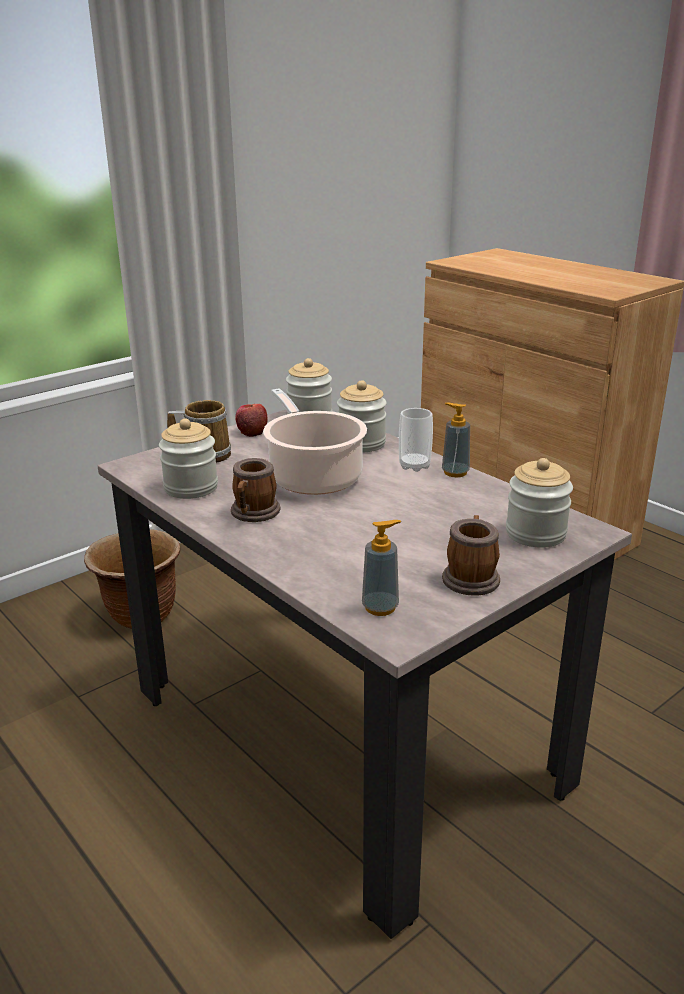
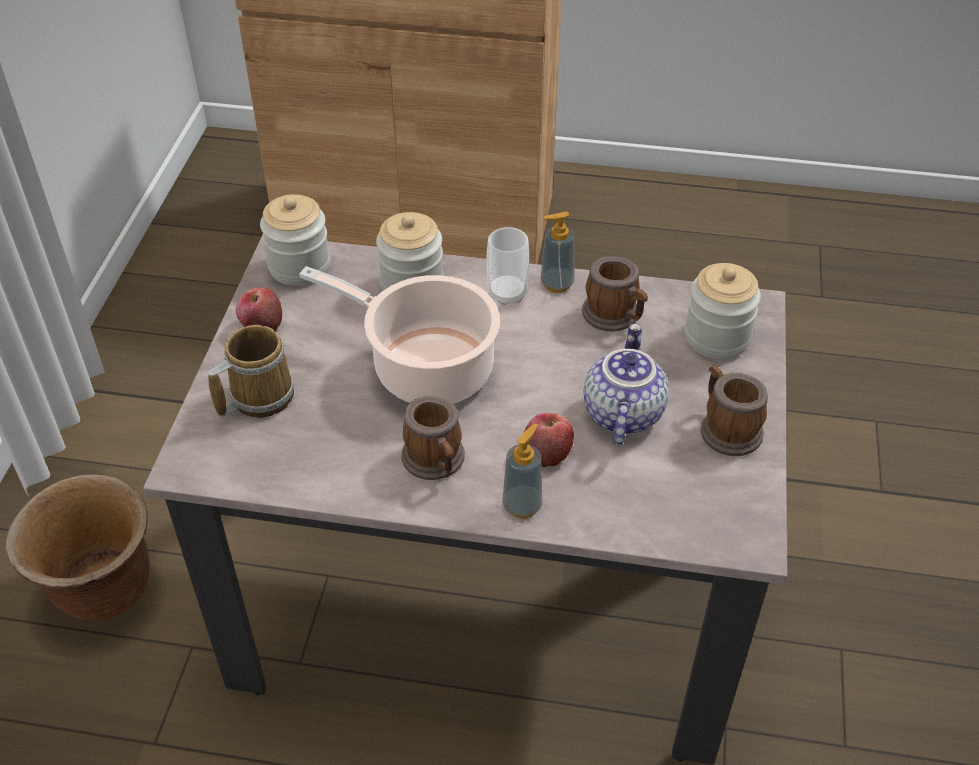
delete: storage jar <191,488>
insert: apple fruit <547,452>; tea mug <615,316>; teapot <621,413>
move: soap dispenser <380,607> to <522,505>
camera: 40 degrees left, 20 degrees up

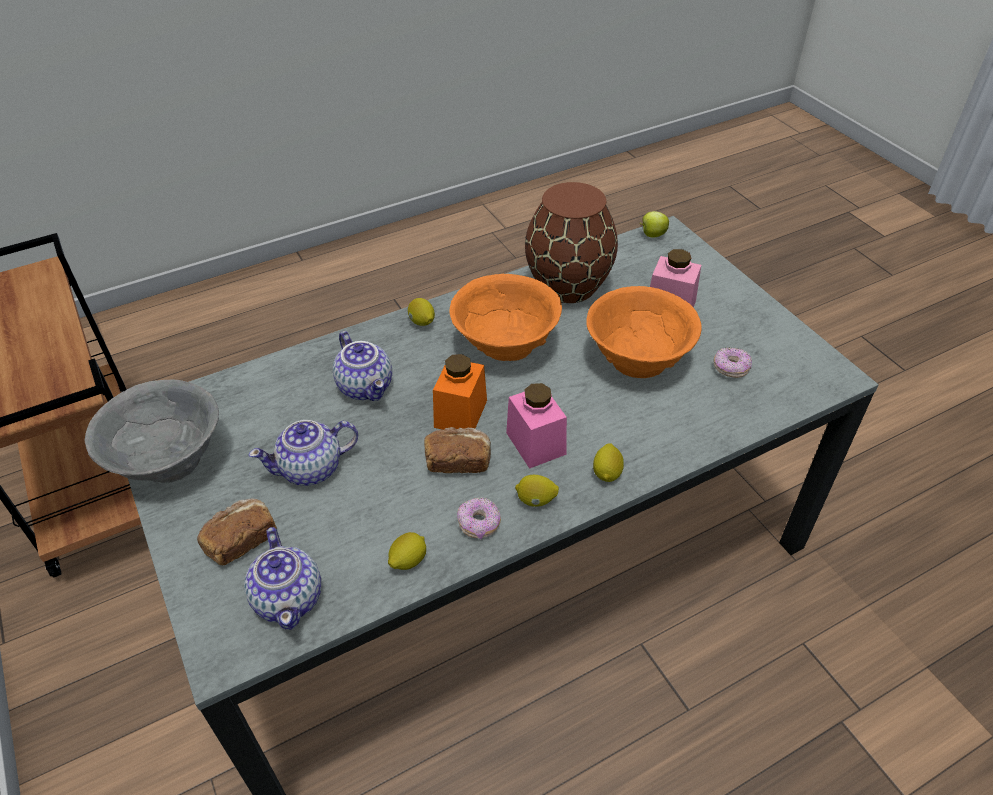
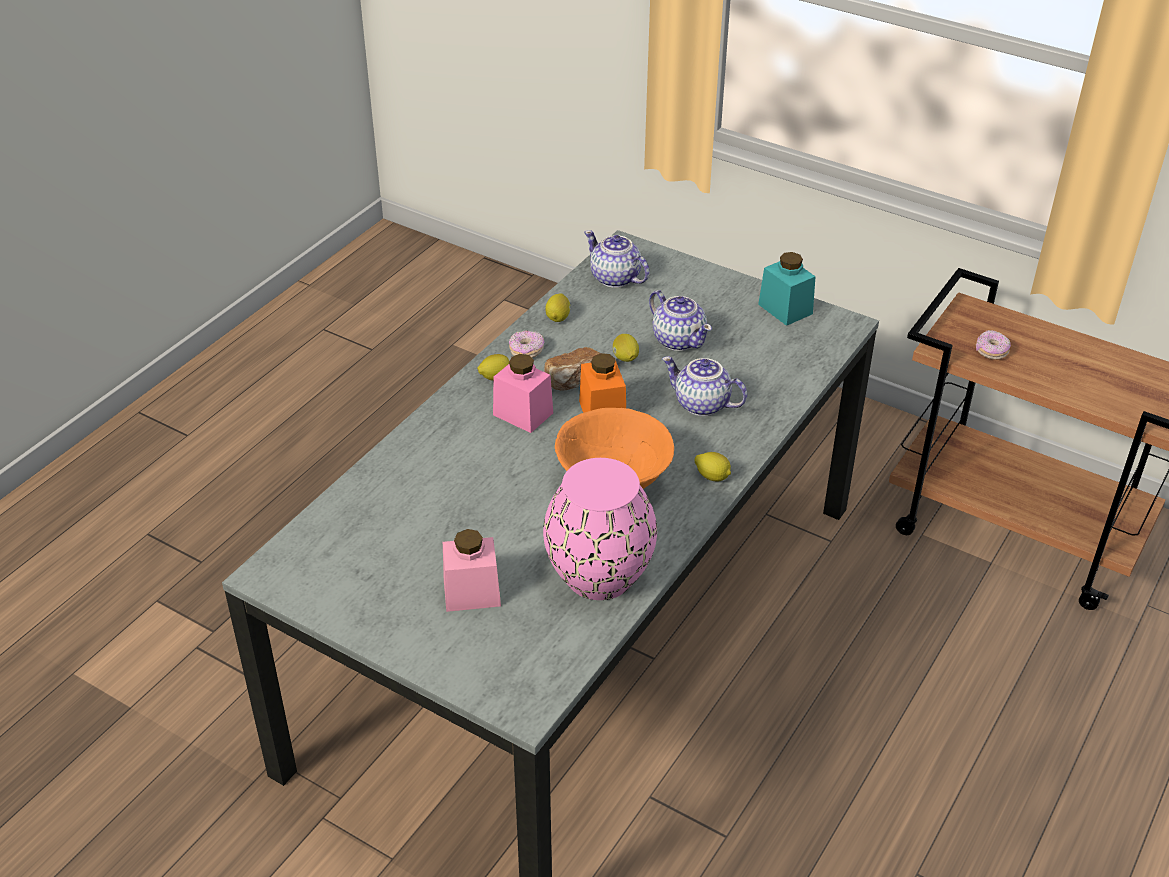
delete: bread <240,540>; deep dish (orangey) <637,359>; apple fruit <652,235>
move: whole lemon <607,473> to <625,358>; doughnut <730,369> to <991,351>
replace: deep dish (gray) <169,461> to storage jar (turquoise) <785,309>
recolor: flower vase (brown) <569,285> to flower vase (pink-coloured) <598,576>
rotate: teapot <312,468> = <678,339> 105 degrees clockwise
camera: 150 degrees right, 5 degrees down

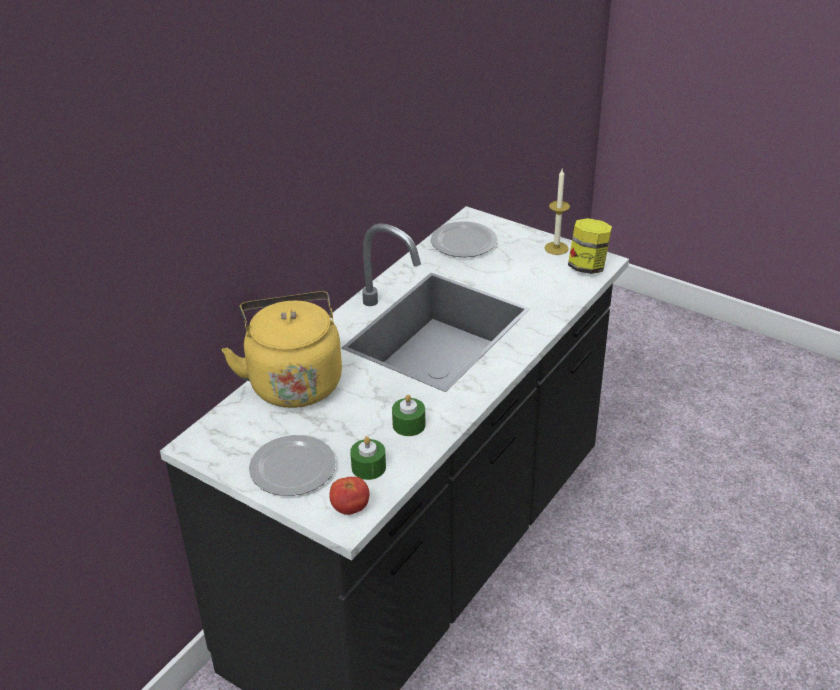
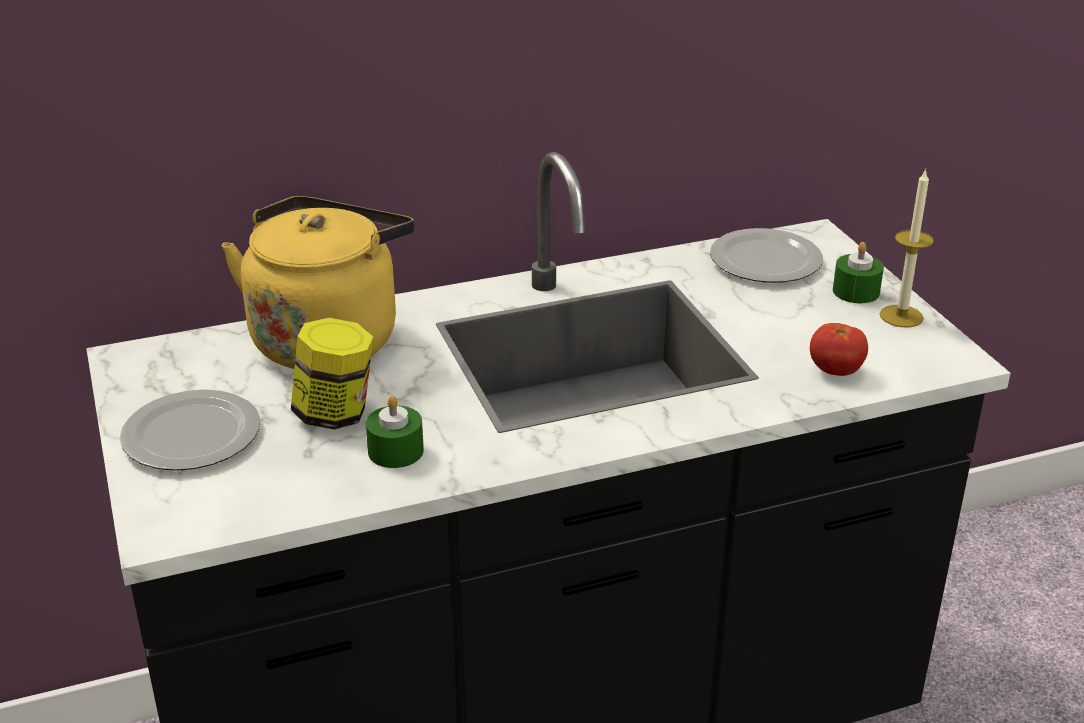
move: tomato <350,508> to <835,371>; wax candle (greenish) <368,467> to <856,291>; storage jar <587,267> to <335,414>
camera: 35 degrees right, 5 degrees down

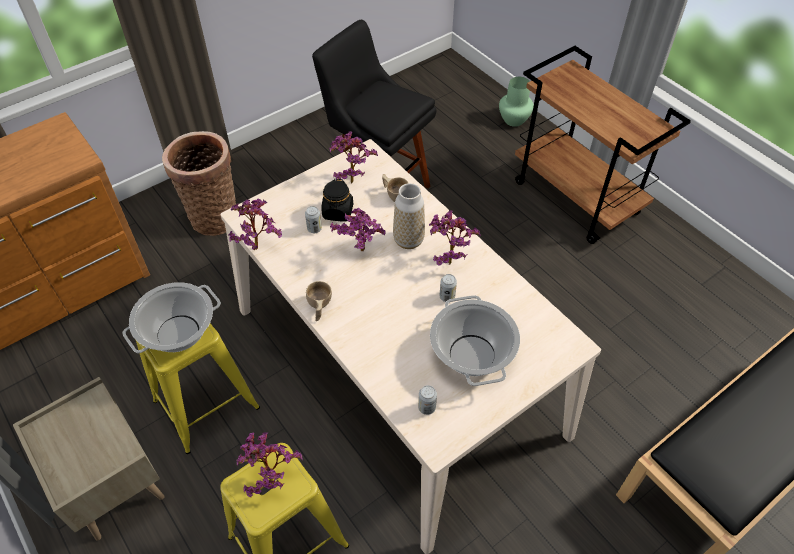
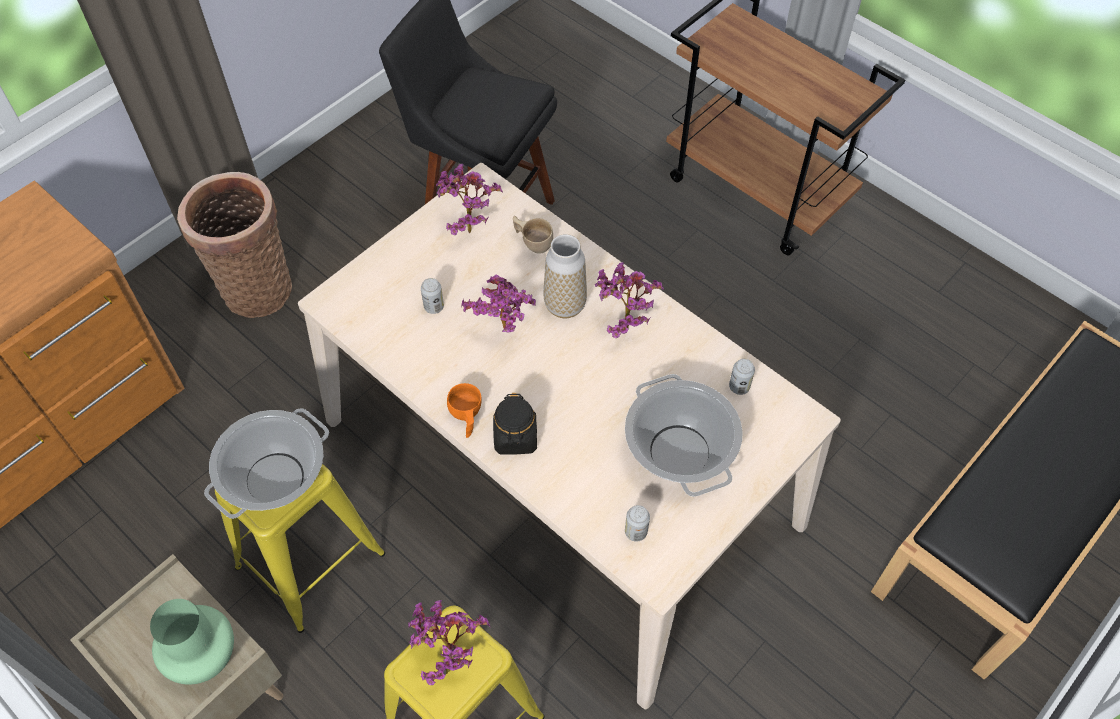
delete: potted plant <258,246>
move: storage jar (black) <338,212> to <515,437>; sealed can <447,297> to <739,387>; flower vase (greenish) <514,119> to <204,655>
recolor: drinking cup (beige-coloured) <319,307> to drinking cup (orangey) <466,418>
camera: 10 degrees left, 5 degrees up

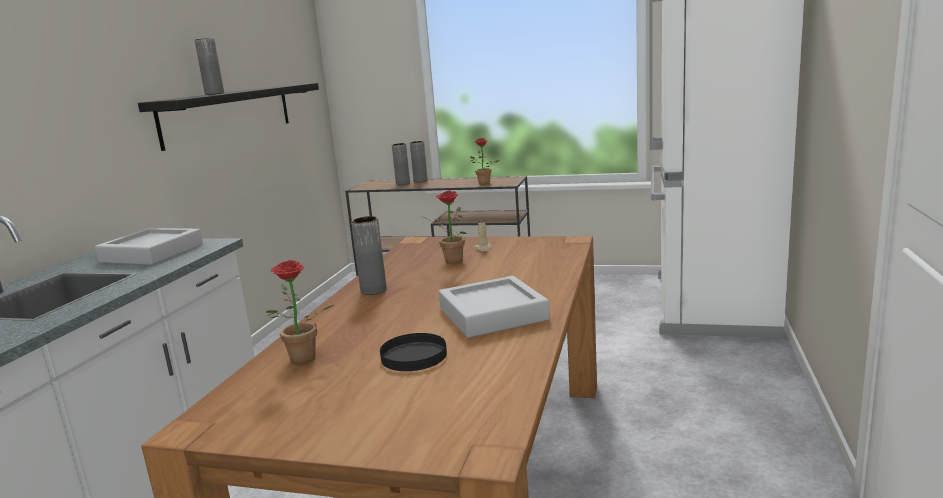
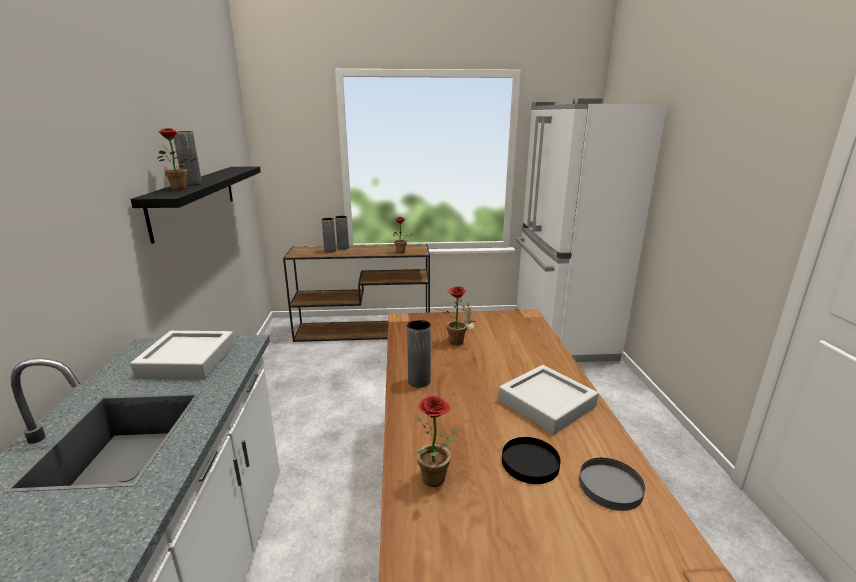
insert: potted plant <179,189>; plate (gray) <610,486>
camera: 20 degrees left, 5 degrees up

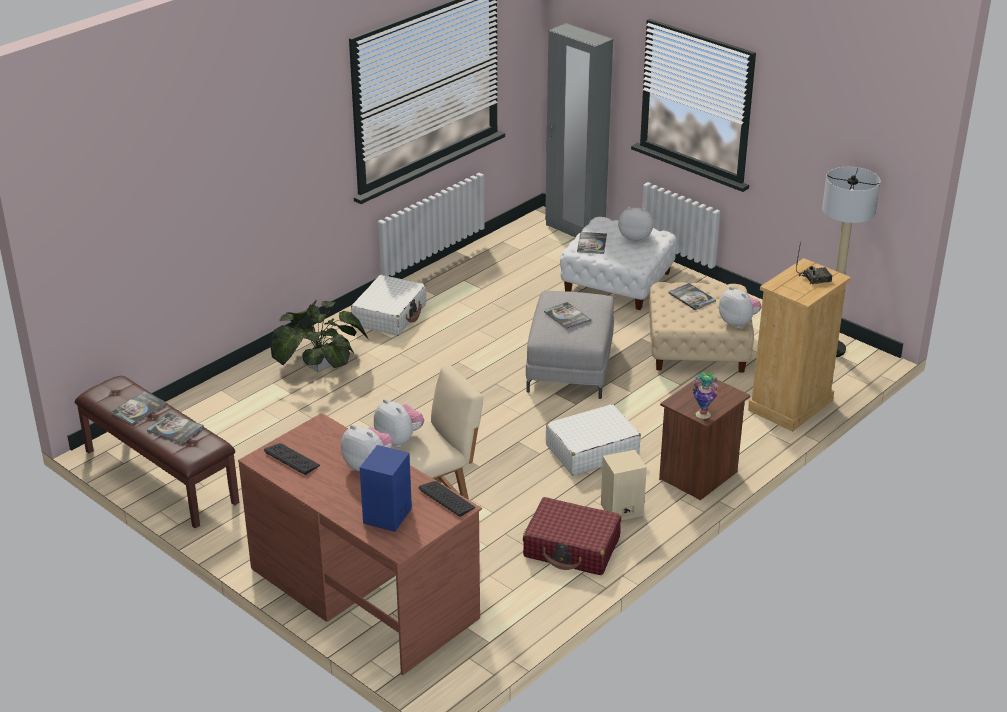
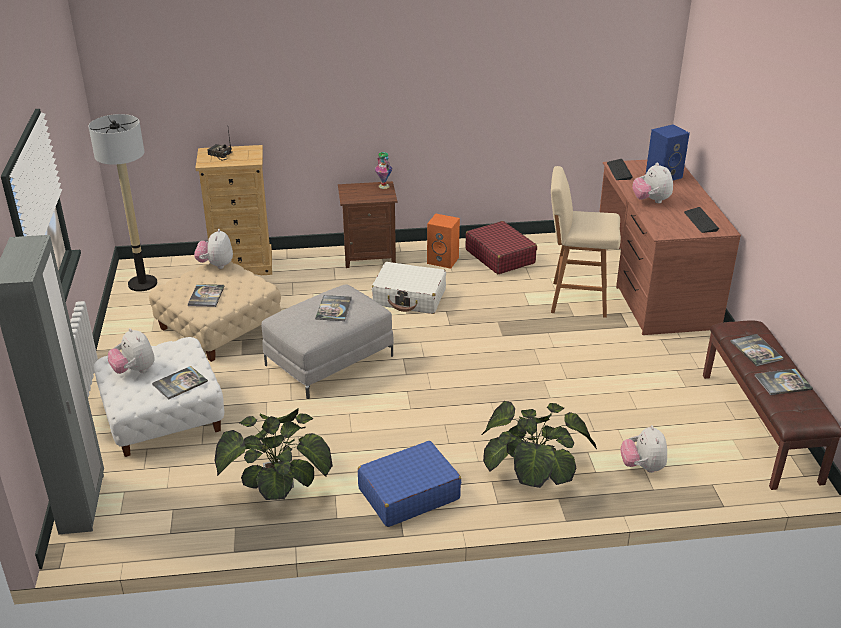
insert: potted plant <279,481>
move: soft toy <399,440> to <642,467>
recolor: suitcase (white) <390,315> to suitcase (bluish) <408,494>; audio speaker (beige-coloured) <621,510> to audio speaker (orangey) <444,260>
camera: 140 degrees left, 0 degrees up

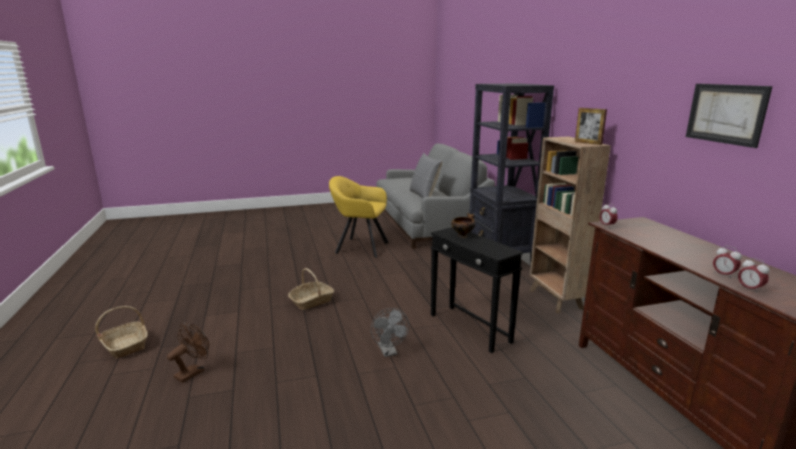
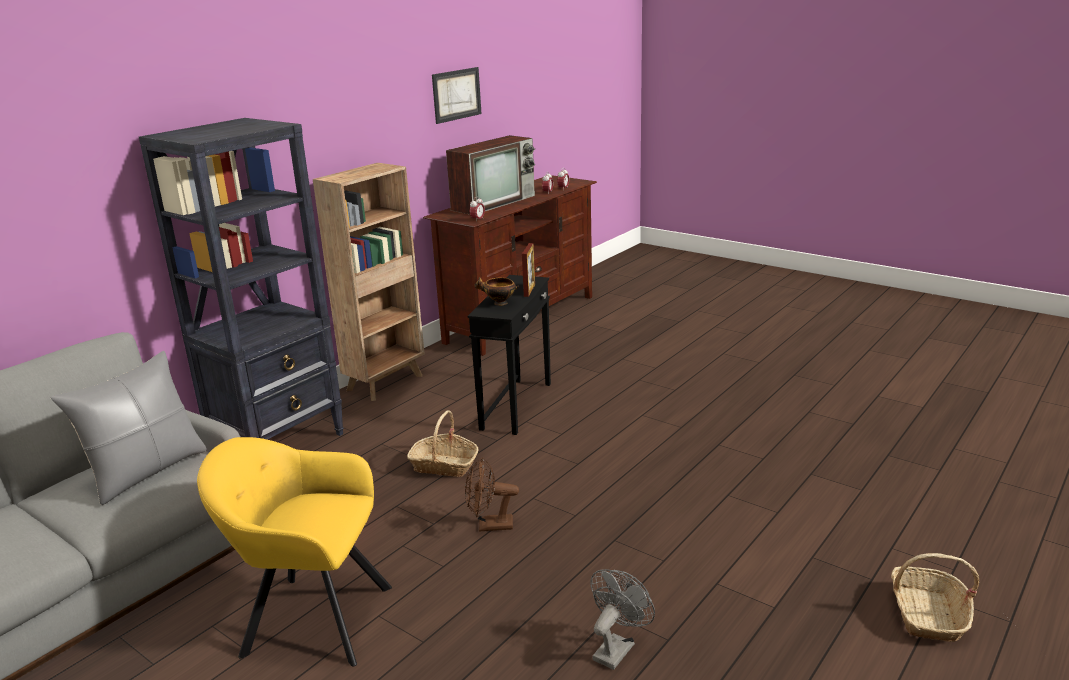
insert: TV set <494,202>
move: cooling fan (brown) <193,372> to <489,526>; basket <311,301> to <444,465>; cooling fan (gray) <389,352> to <616,648>; standing frame <588,143> to <529,290>
rotate: armchair (yellowish) <359,247> = <311,618> 120 degrees clockwise
camera: 125 degrees left, 5 degrees up

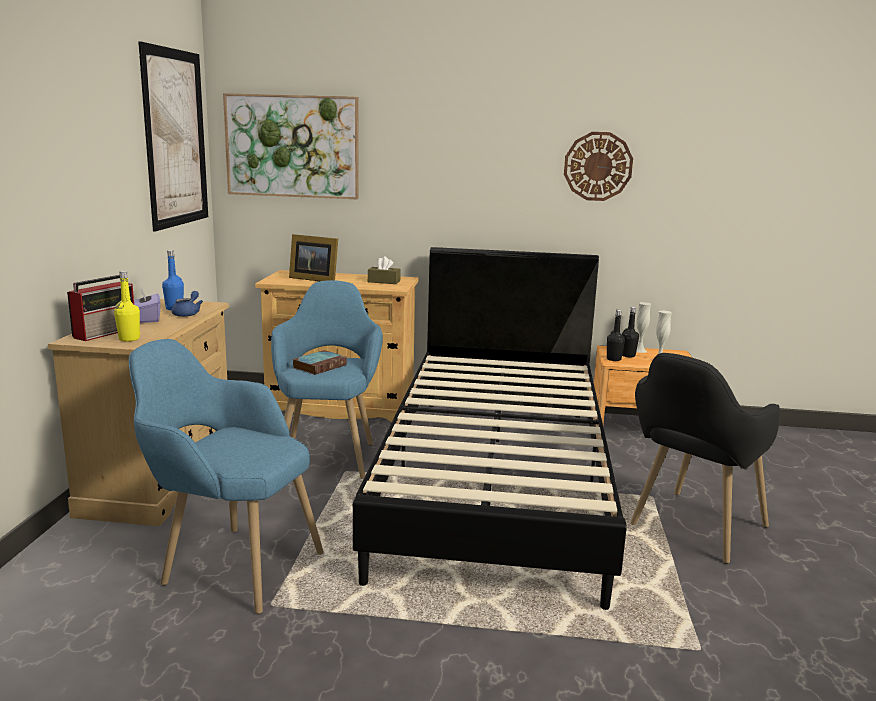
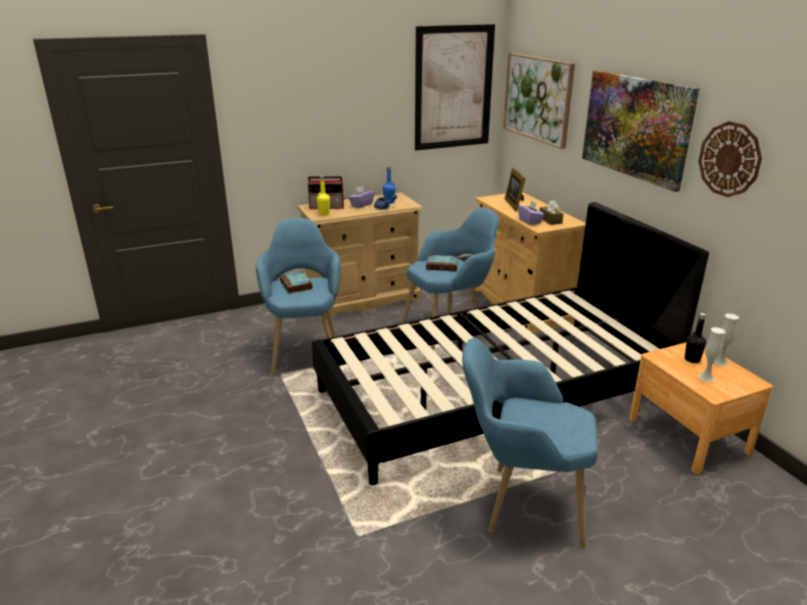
delete: beverage bottle (black) <613,359>
insert: book <296,285>; tissue box (purple-coloured) <530,221>; wall art <636,127>
recolor: armchair (black) <690,532> to armchair (bluish) <520,504>
camera: 60 degrees right, 10 degrees up

